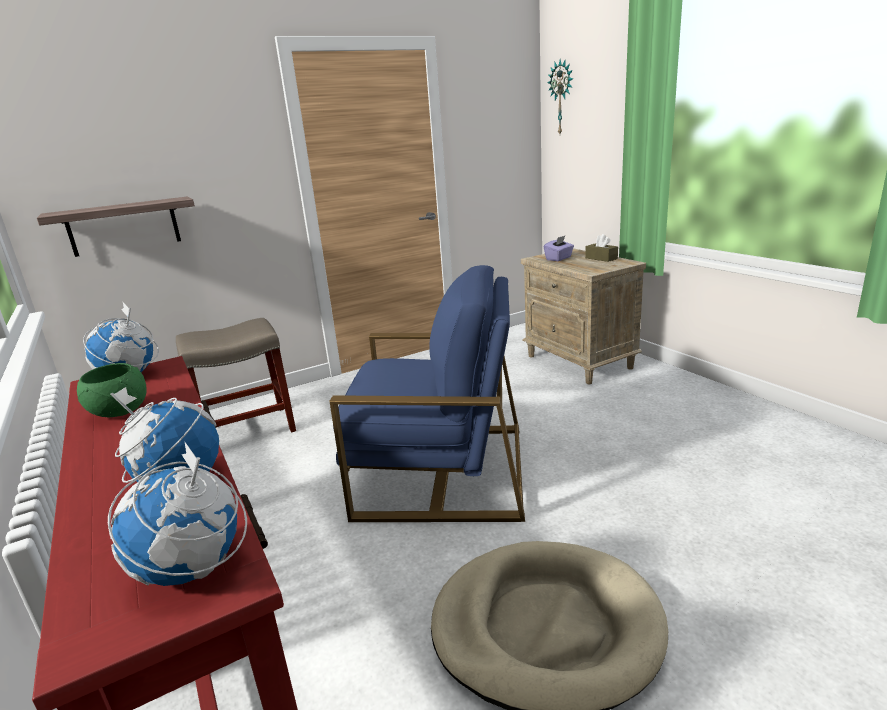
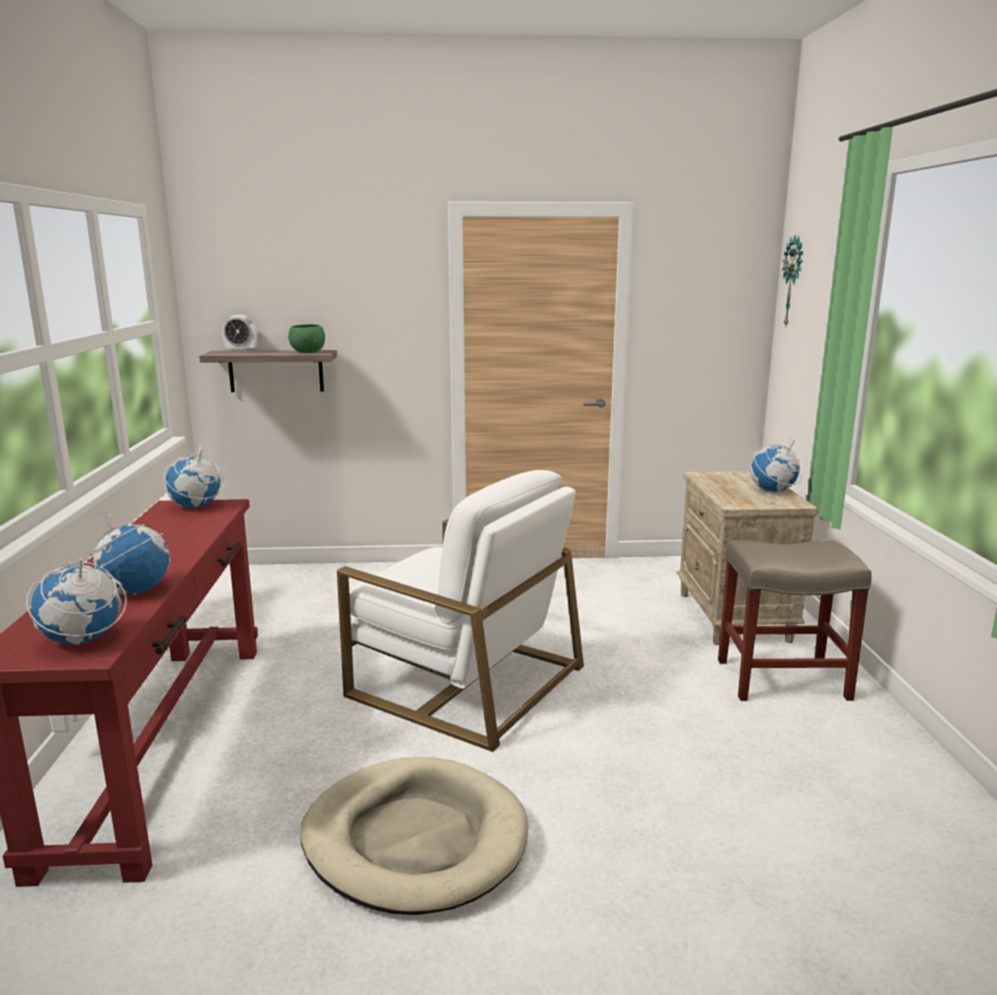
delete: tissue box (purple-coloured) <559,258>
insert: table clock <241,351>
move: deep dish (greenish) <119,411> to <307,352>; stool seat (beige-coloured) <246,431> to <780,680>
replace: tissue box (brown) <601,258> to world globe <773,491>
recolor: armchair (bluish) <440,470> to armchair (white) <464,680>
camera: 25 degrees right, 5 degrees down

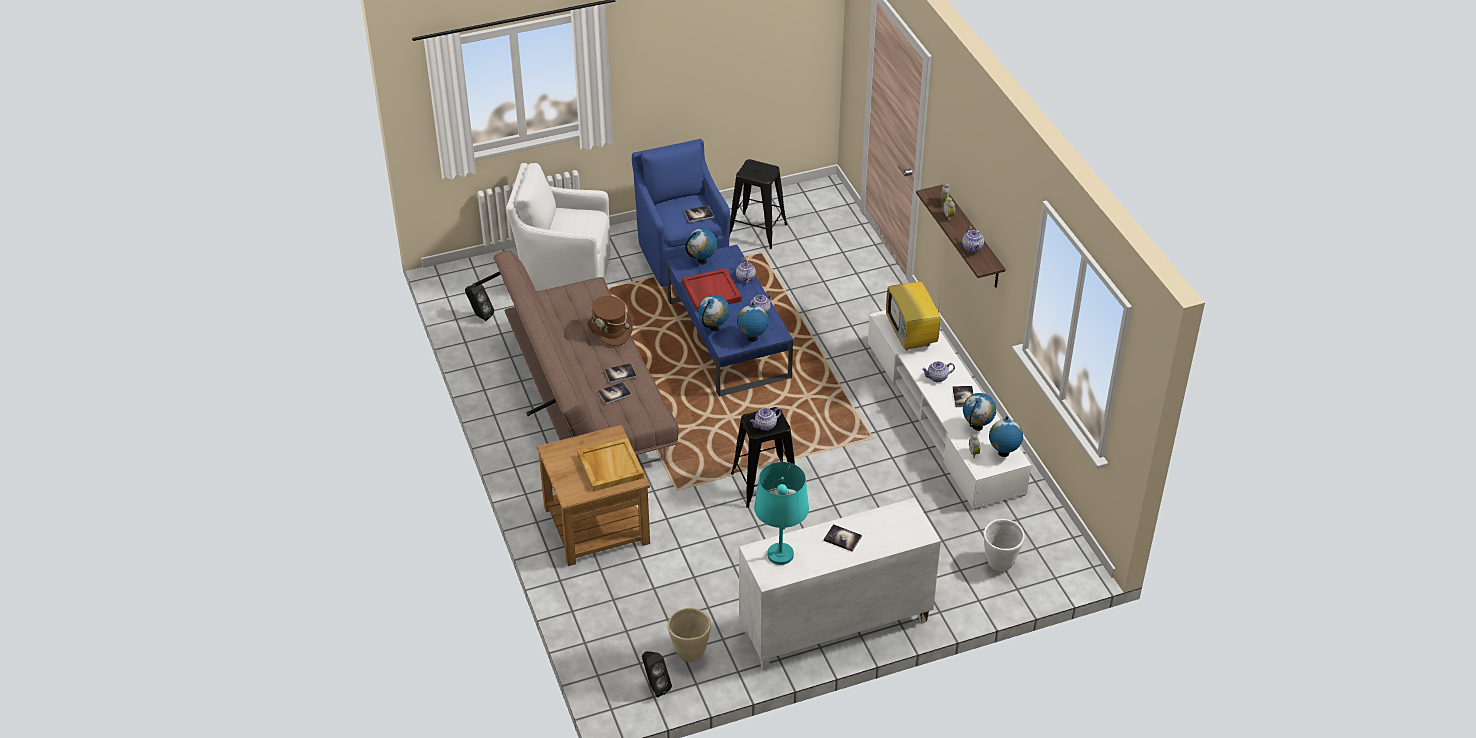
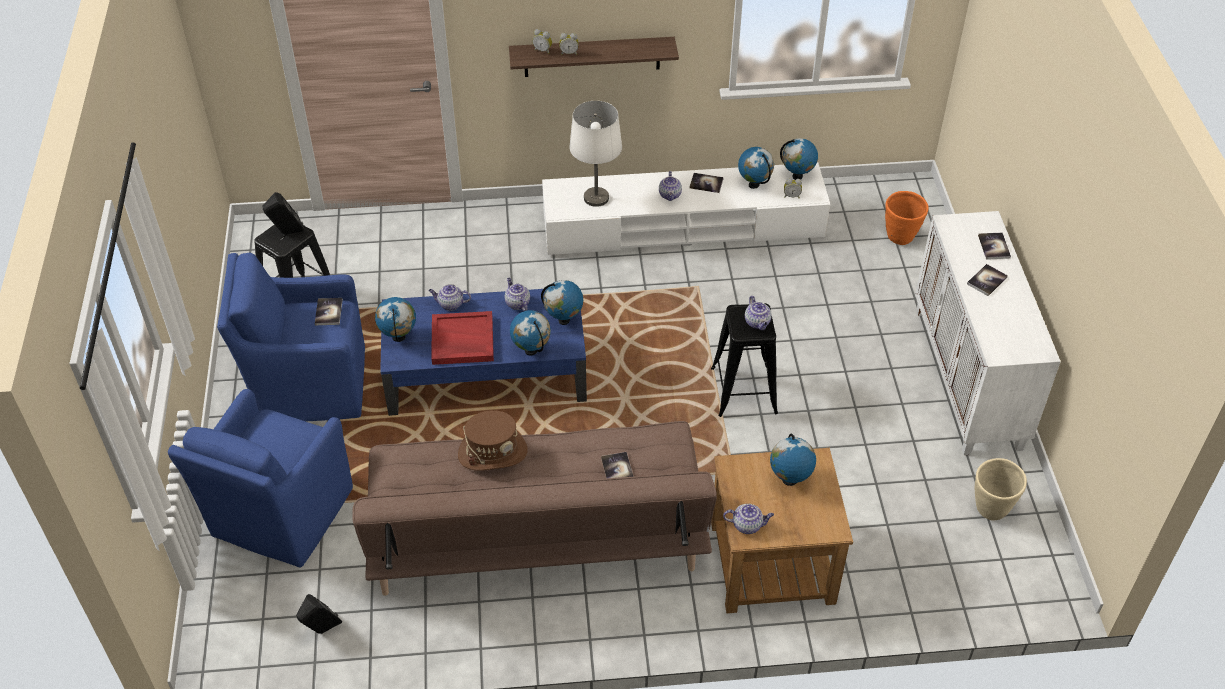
delete: lamp for a table (turquoise) <780,555>
move: book <620,374> to <994,247>; audio speaker (black) <655,686> to <287,233>; teapot <972,248> to <747,525>
replace: carrying tray (beige-coloured) <609,466> to world globe <789,480>; TV set <912,336> to lamp for a table (white) <596,198>
recolor: armchair (white) <564,273> to armchair (bluish) <280,516>; planter (white) <1000,563> to planter (orangey) <900,237>
camera: 75 degrees left, 5 degrees up

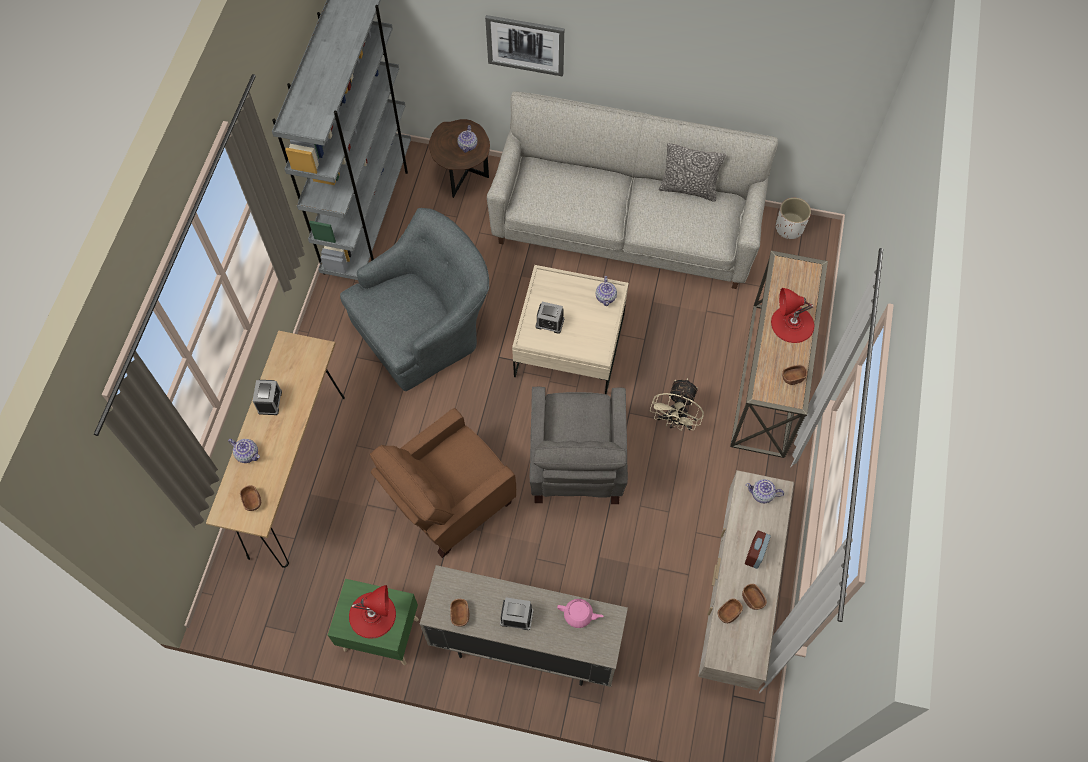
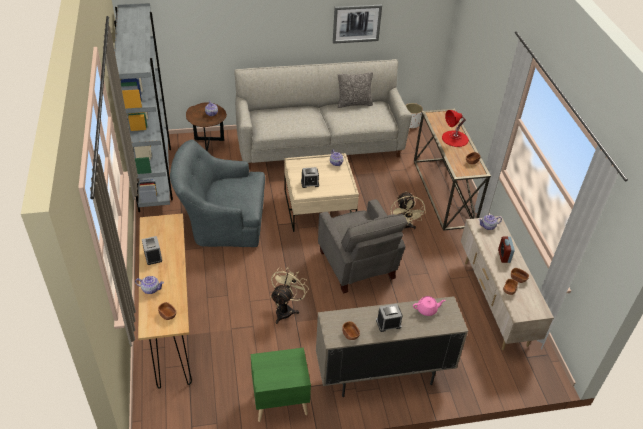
delete: lamp for a table (reddish) <372,614>
move: wall art <525,45> to <356,23>
replace: armchair (brown) <448,501> to cooling fan (beige-coloured) <286,309>
rotate: armchair (gray) <425,328> = <222,222> 120 degrees counterclockwise
camera: 25 degrees left, 20 degrees down

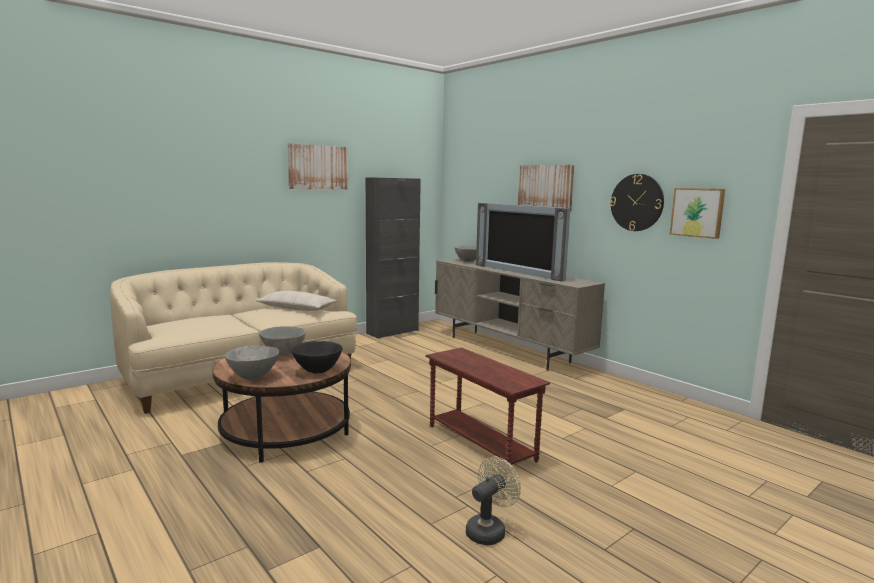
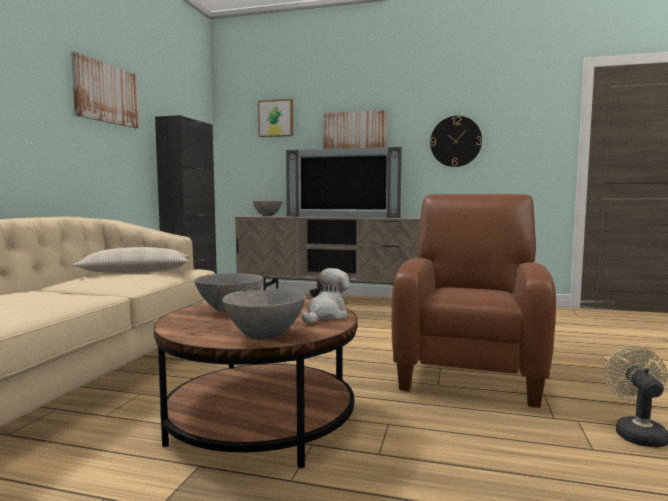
move: wall art <697,212> to <276,118>
replace: deep dish (black) <317,371> to soft toy <326,316>; side table (brown) <481,443> to armchair (brown) <470,369>
camera: 35 degrees left, 5 degrees down

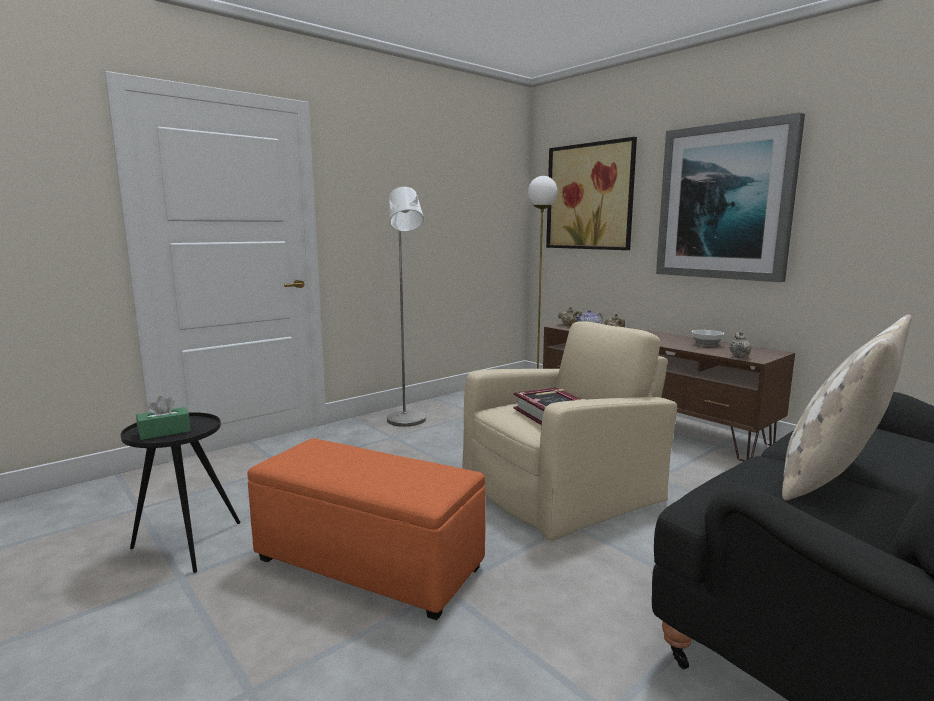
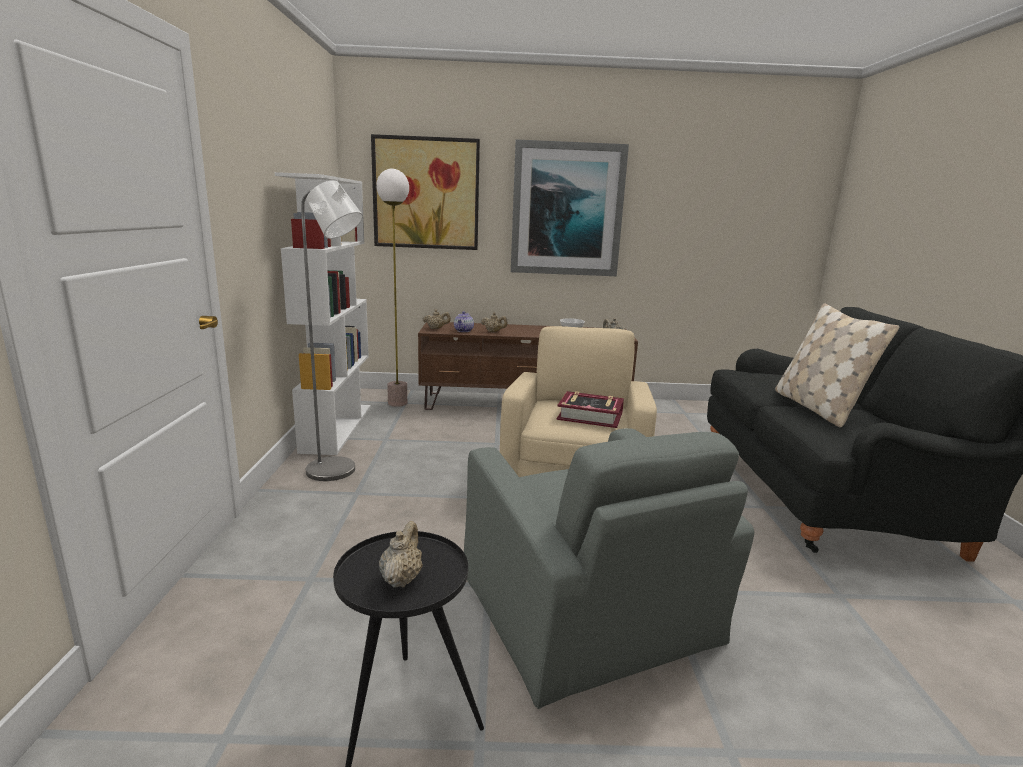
insert: bookshelf (white) <337,427>
replace: tissue box (greenish) <164,432> to teapot (beige-coloured) <401,578>; footrest (orangey) <367,563> to armchair (gray) <587,609>
camera: 50 degrees left, 5 degrees up

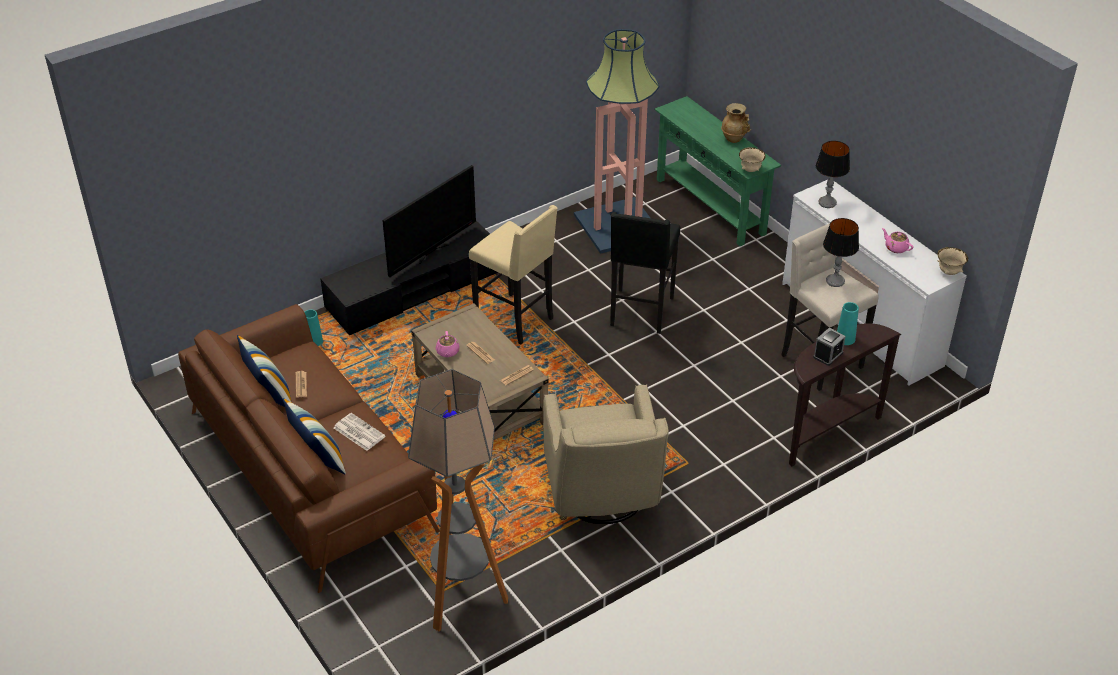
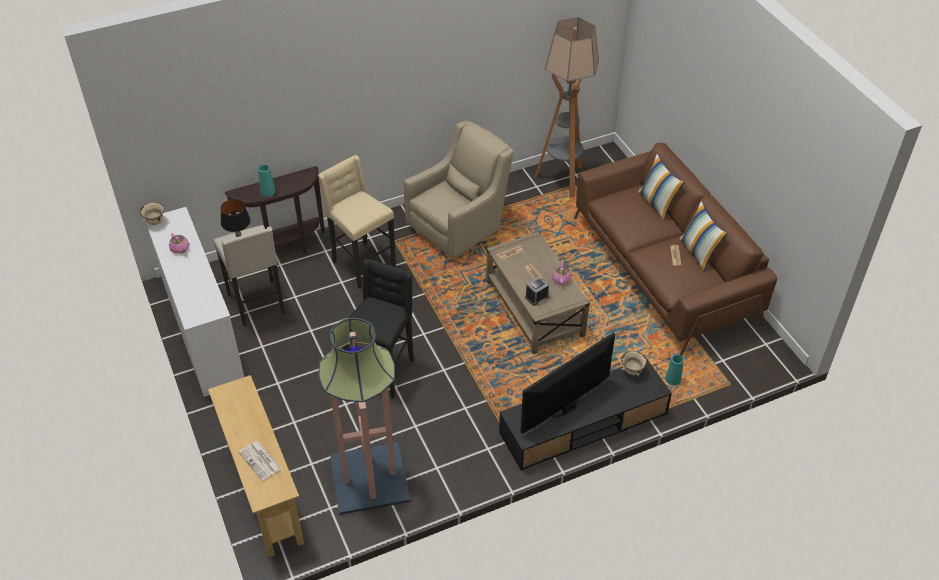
delete: flower vase (beige-coloured) <734,138>; lamp for a table <827,202>
move: daily paper <358,432> to <261,461>; stool seat (beige-coloured) <516,320> to <362,264>; deep dish (beige-coloured) <750,170> to <632,371>; table clock <828,355> to <536,297>
recolor: console table (greenish) <710,206> to console table (beige-coloured) <264,493>
rotate: armchair (beige-coloured) <603,495> = <460,227> 45 degrees clockwise
camera: 170 degrees left, 5 degrees up

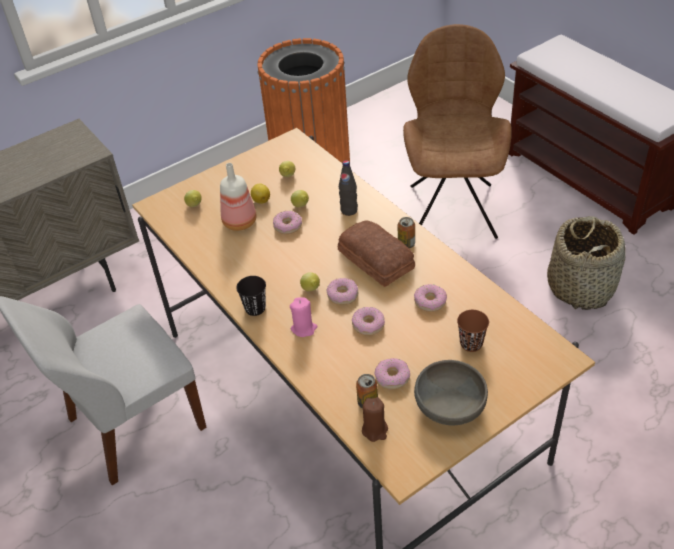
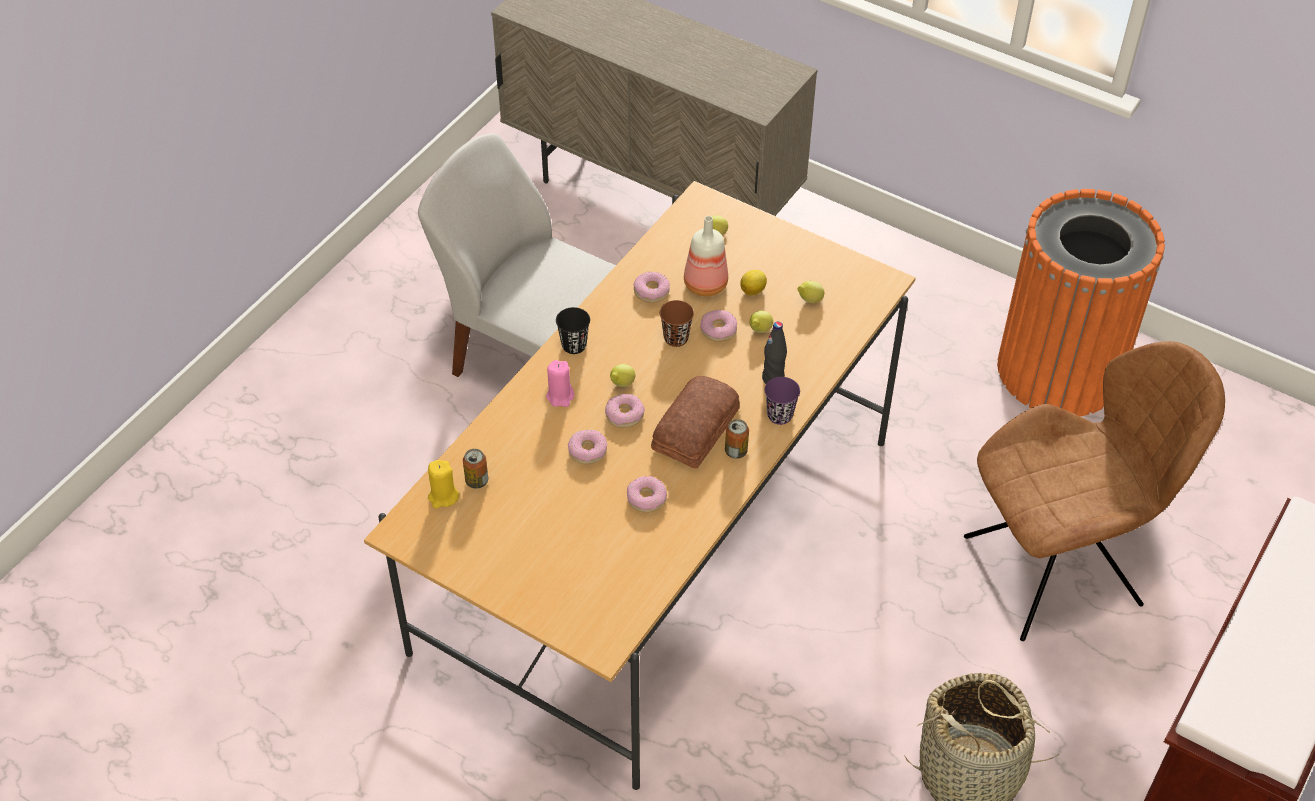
delete: deep dish (gray) <450,405>
insert: drinking cup (purple-coloured) <780,415>
move: doughnut <392,377> to <651,291>; drinking cup (brown) <471,344> to <676,338>
recolor: wax candle (brown) <375,430> to wax candle (yellowish) <443,496>
camera: 65 degrees right, 5 degrees up

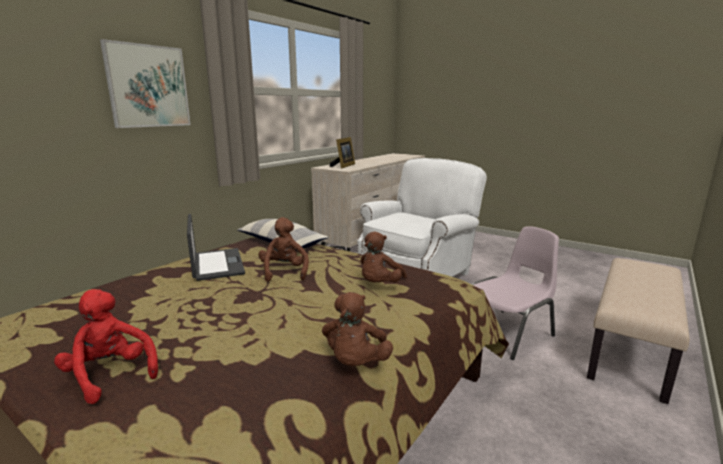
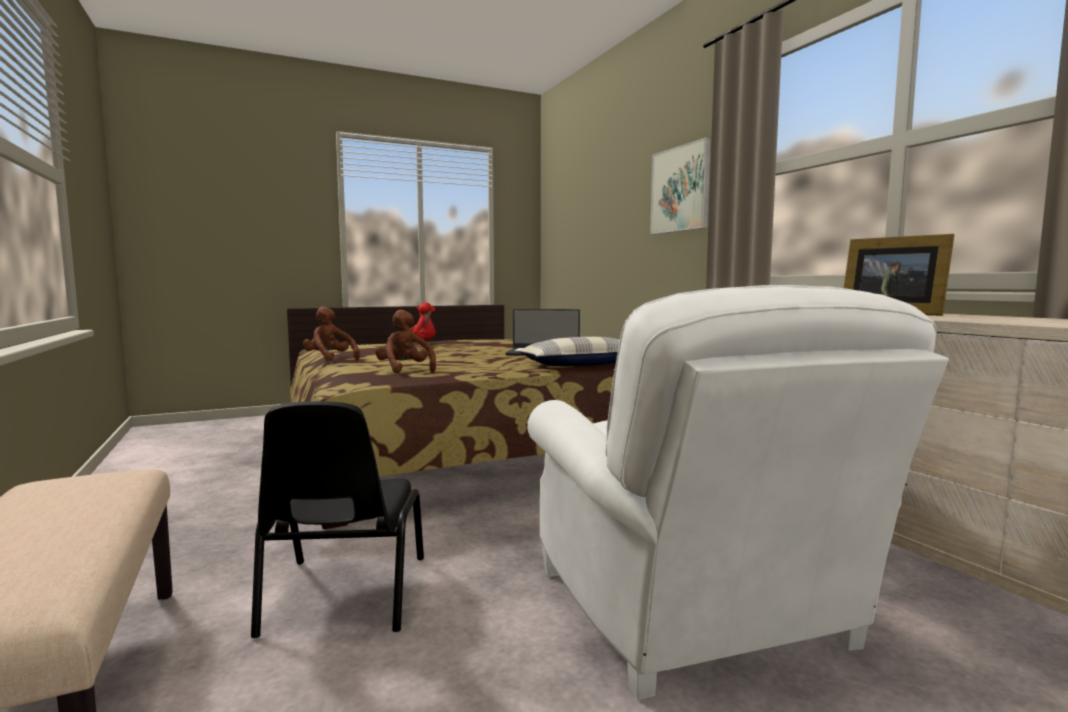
delete: soft toy (brown) <284,272>
recolor: upright chair (pink-coloured) <507,332> to upright chair (black) <344,595>
camera: 120 degrees right, 10 degrees down

